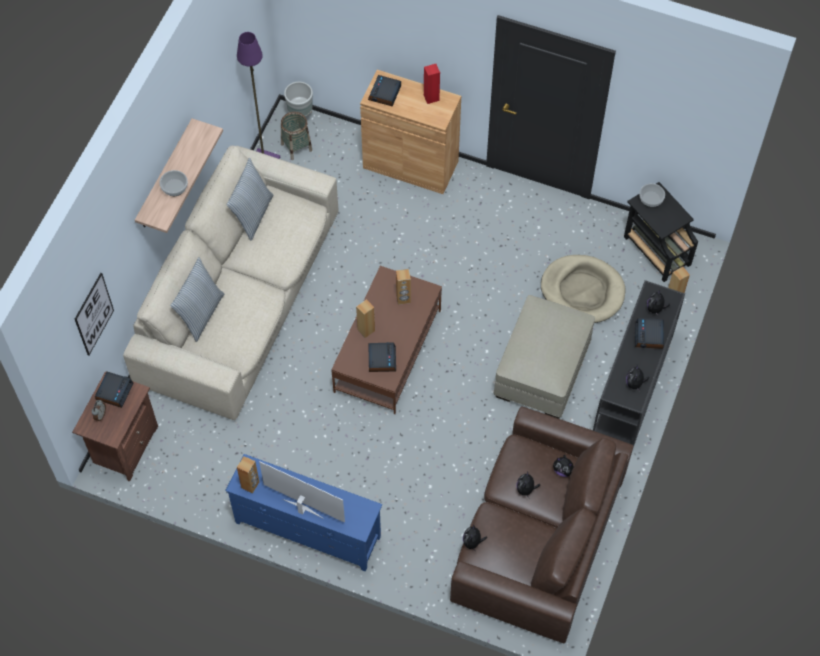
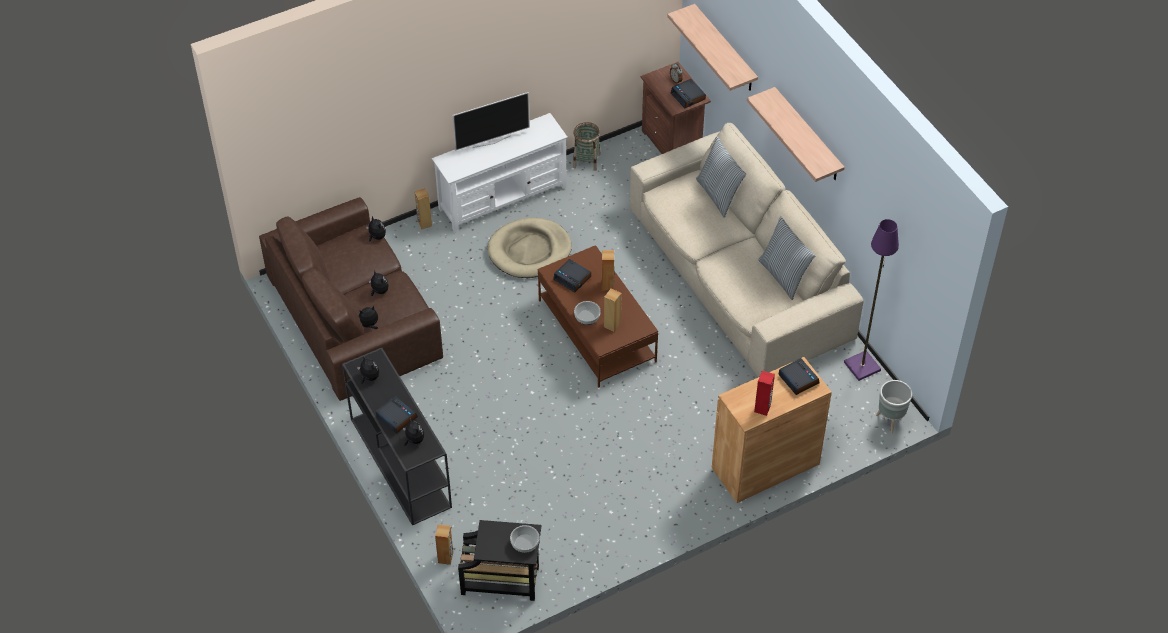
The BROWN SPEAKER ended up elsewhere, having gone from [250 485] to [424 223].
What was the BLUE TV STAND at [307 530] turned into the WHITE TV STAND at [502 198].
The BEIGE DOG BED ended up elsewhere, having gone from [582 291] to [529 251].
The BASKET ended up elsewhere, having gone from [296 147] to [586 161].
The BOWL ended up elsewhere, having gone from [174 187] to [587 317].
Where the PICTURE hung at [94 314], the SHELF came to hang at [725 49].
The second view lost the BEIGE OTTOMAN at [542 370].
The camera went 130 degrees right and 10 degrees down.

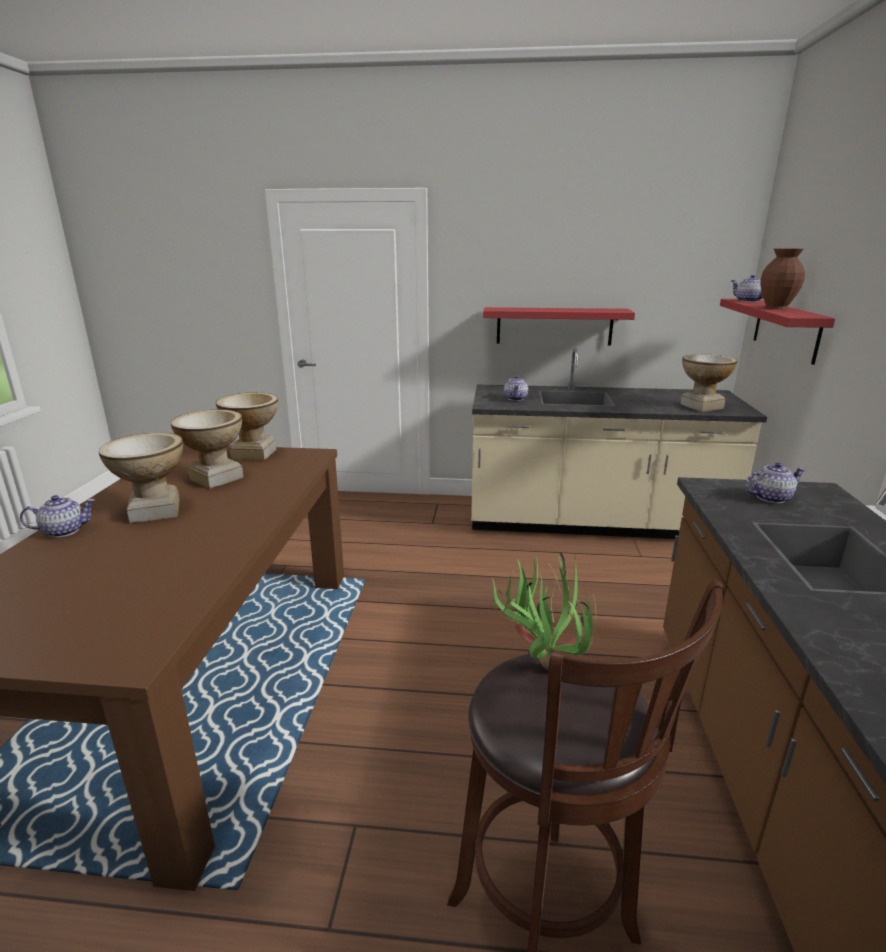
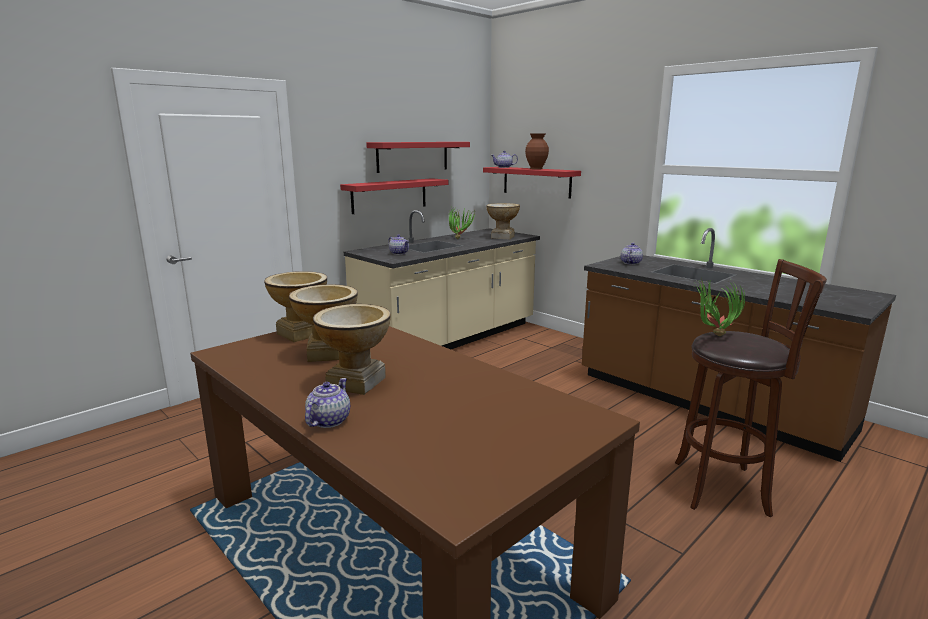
The second view gained the RED SHELF at [413 156].
The second view gained the POTTED PLANT at [460 238].
The camera went 50 degrees left and 5 degrees down.

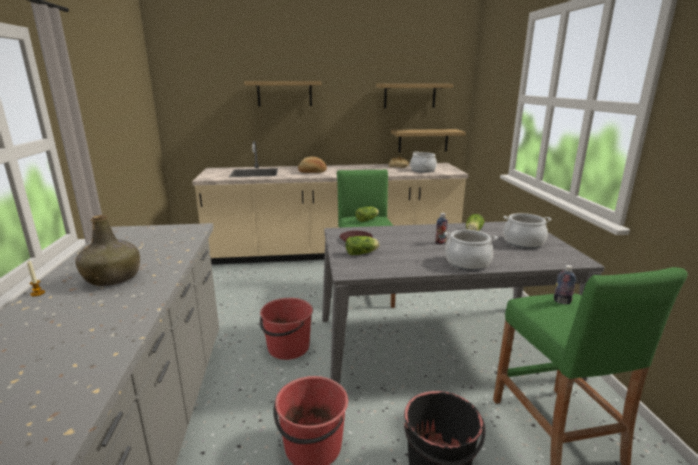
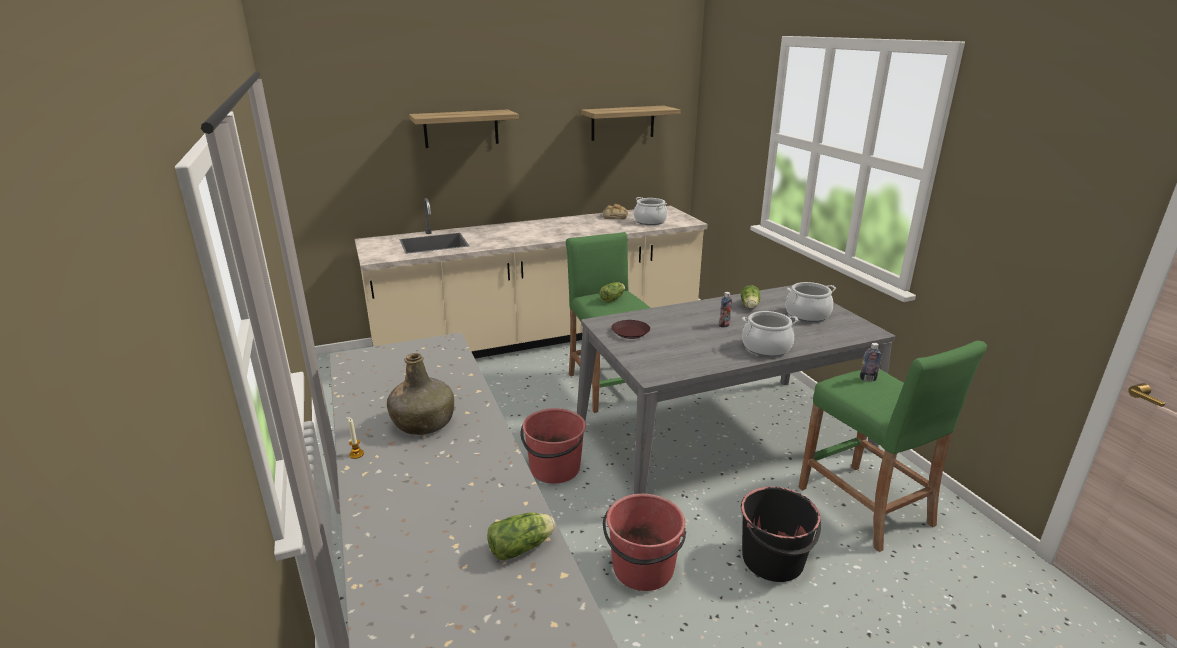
The LETTUCE ended up elsewhere, having gone from [362 253] to [523 547].
The second view lost the BREAD at [312 172].
The second view lost the SHELF at [423 140].
The camera went 15 degrees left and 5 degrees up.

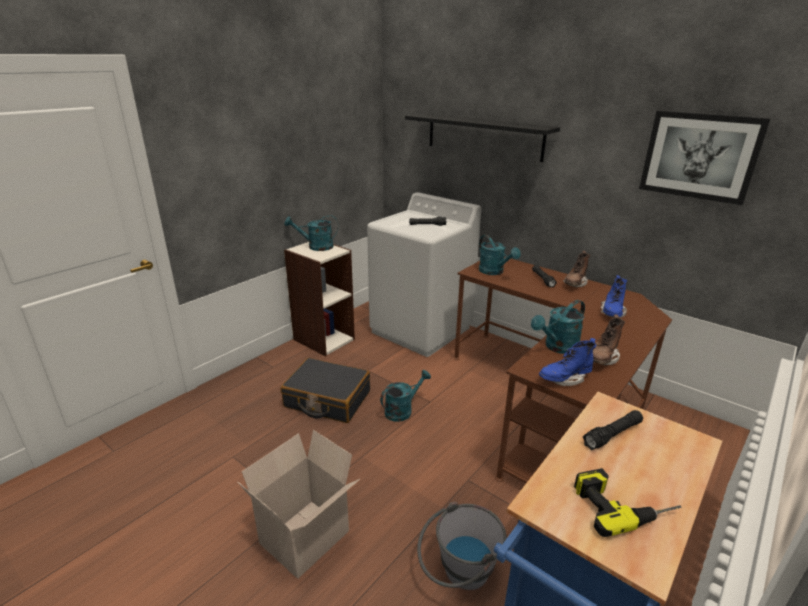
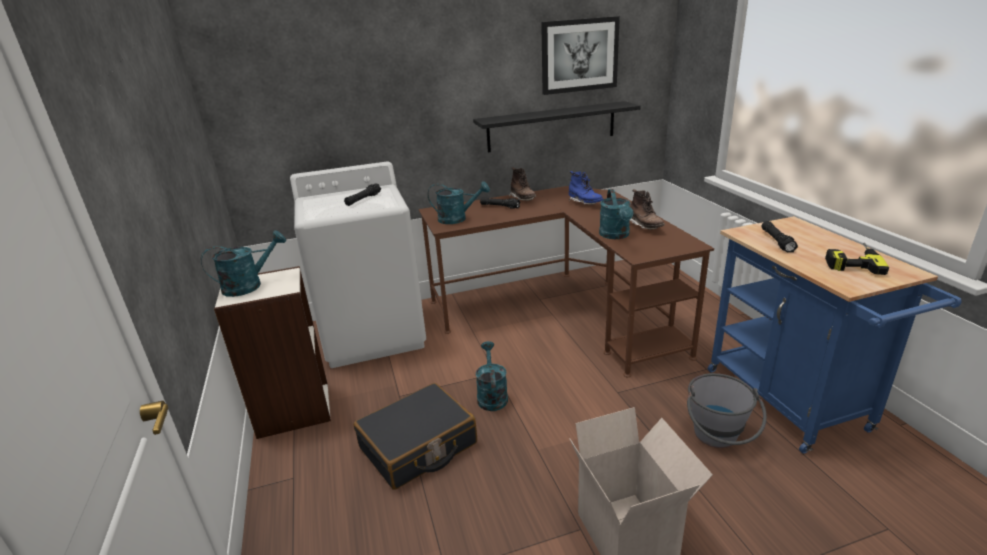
The TURQUOISE WATERING CAN at [316 247] ended up facing another way, 150 degrees counterclockwise from before.
The BLACK SHELF ended up elsewhere, having gone from [483 136] to [551 126].
The second view lost the BLUE BOOT at [564 379].
The camera went 55 degrees left and 0 degrees up.

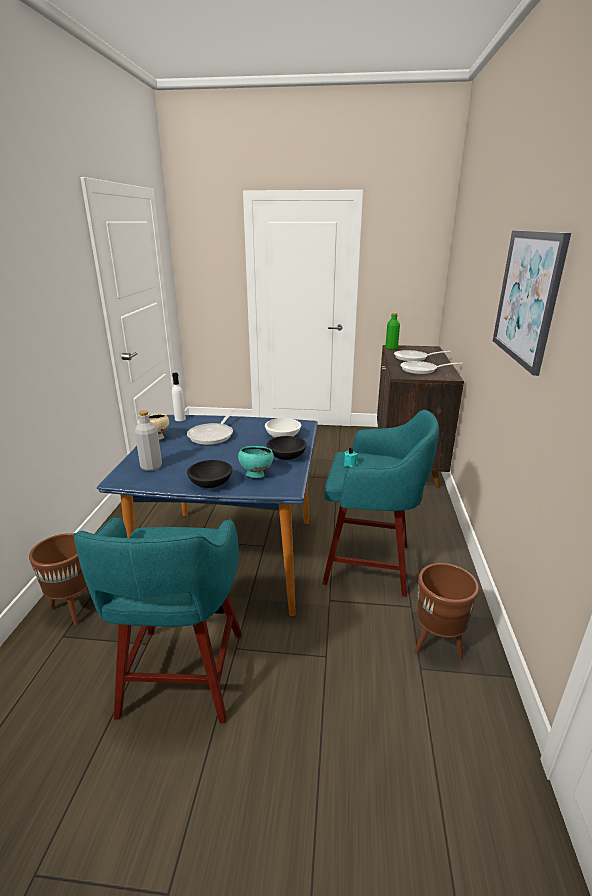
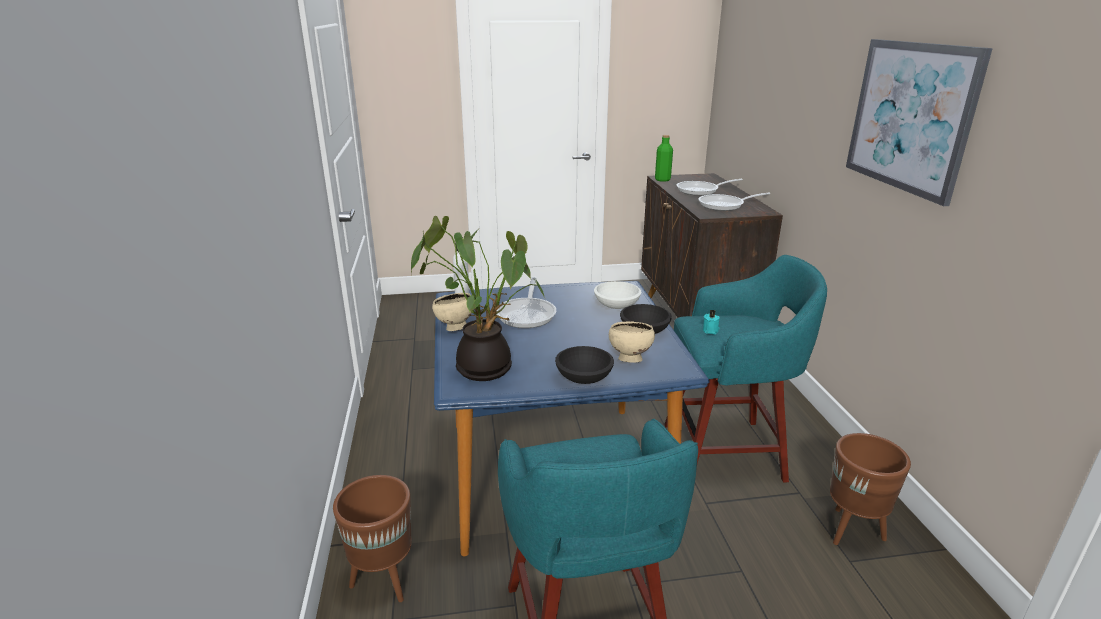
Where the GREY BOTTLE stood at [151 466], the POTTED PLANT came to stand at [485 366].
What was the TURQUOISE BOWL at [255 475] turned into the BEIGE BOWL at [629 359].
The camera went 15 degrees left and 0 degrees up.

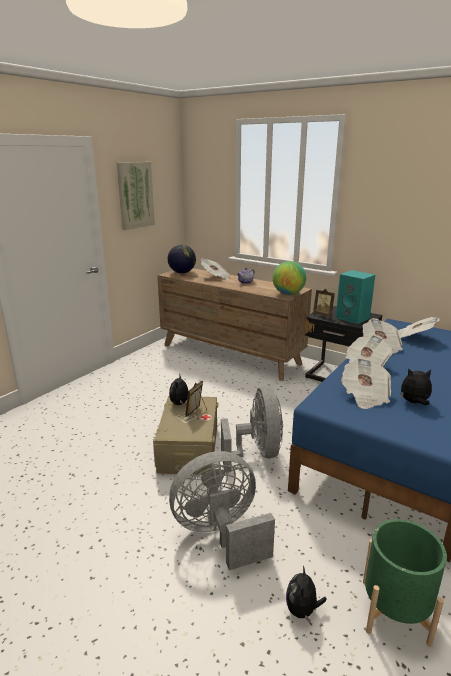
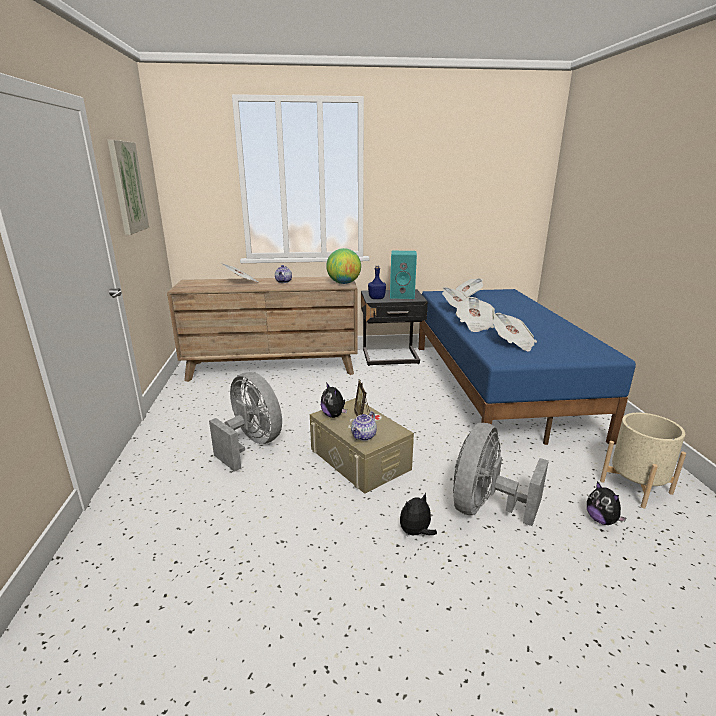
The GREY FAN ended up elsewhere, having gone from [257 453] to [251 444].
The second view gained the TEAPOT at [364 436].
Where the PICTURE FRAME stood at [323 315], the BLUE BOTTLE came to stand at [377 298].
The PLUSH TOY ended up elsewhere, having gone from [414 402] to [416 533].
What was the GREEN PLANTER at [395 611] turned into the BEIGE PLANTER at [635 487].
The second view lost the GLOBE at [182 273].
The camera went 40 degrees left and 0 degrees up.

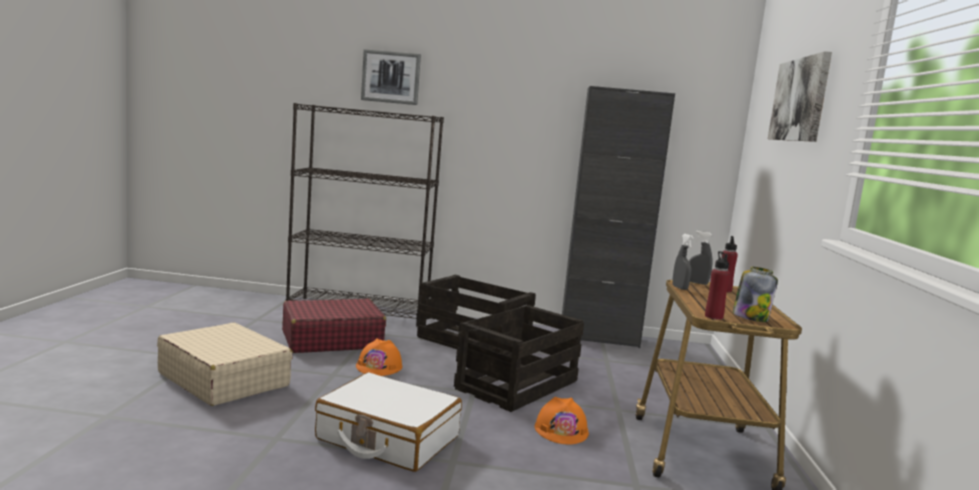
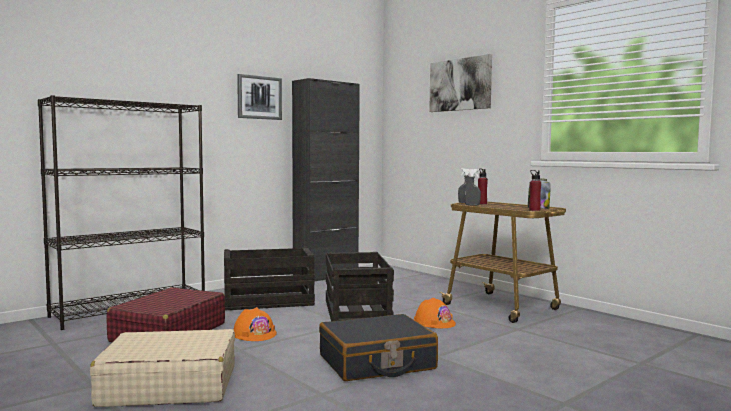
The PICTURE ended up elsewhere, having gone from [391 77] to [259 97].
What was the WHITE SUITCASE at [387 438] turned into the BLACK SUITCASE at [377 363].
The camera went 45 degrees left and 5 degrees down.

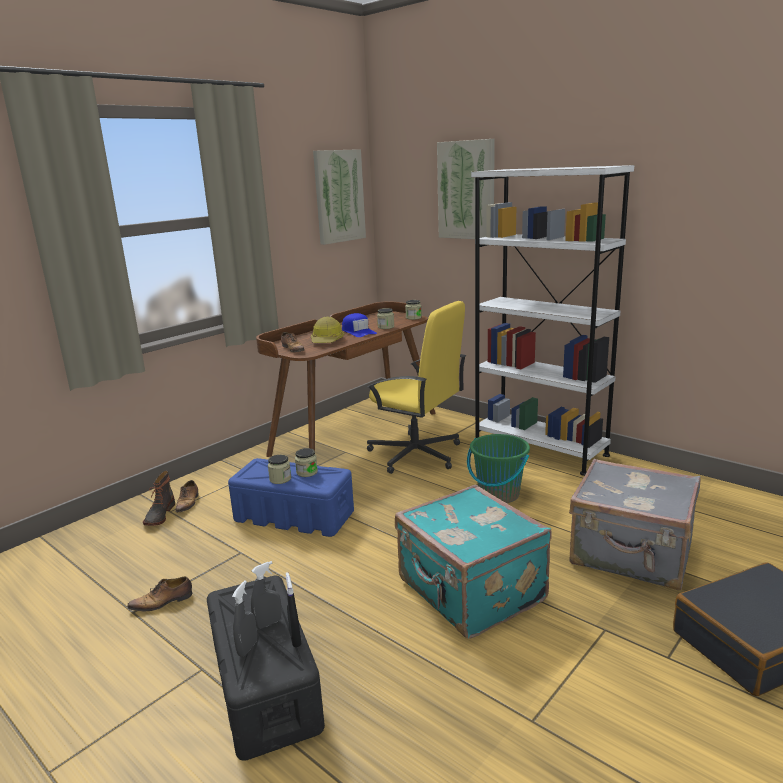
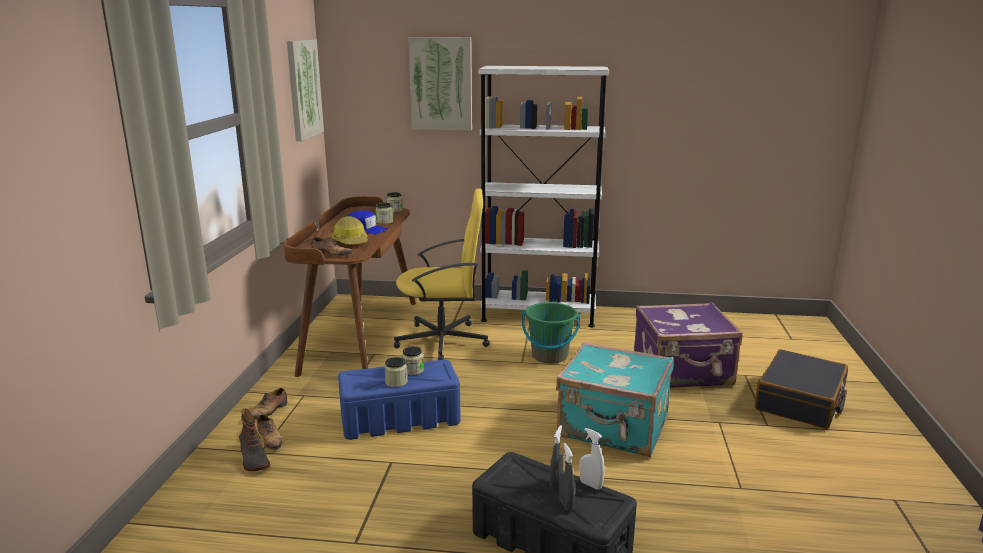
The SHOE ended up elsewhere, having gone from [163 602] to [268 411].
What was the BLACK SPRAY BOTTLE at [295 639] turned into the WHITE SPRAY BOTTLE at [590 485].
What was the GREY SUITCASE at [631 555] turned into the PURPLE SUITCASE at [683 372].
The camera went 35 degrees left and 0 degrees up.

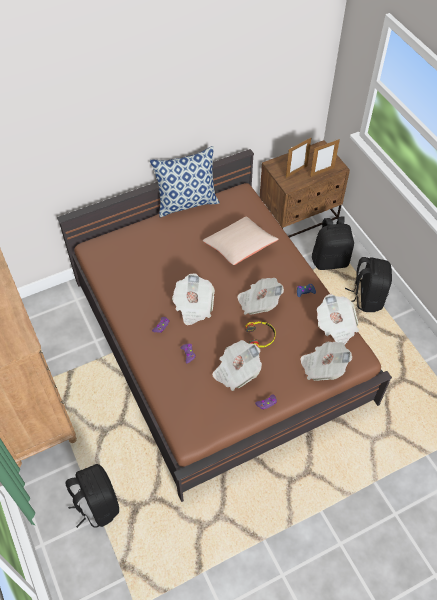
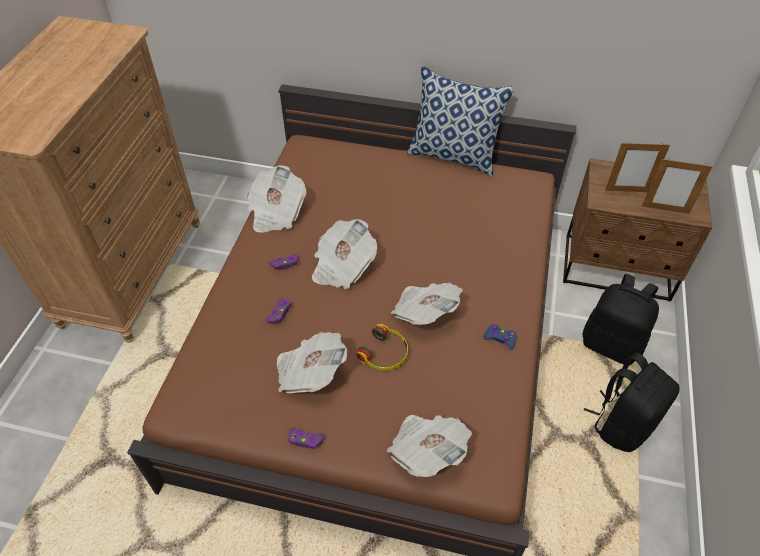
The NEWSPAPER ended up elsewhere, having gone from [336 326] to [276 212].
The second view lost the BLACK BACKPACK at [97 505].
The second view lost the BEIGE PILLOW at [239 247].
The camera went 40 degrees right and 5 degrees down.

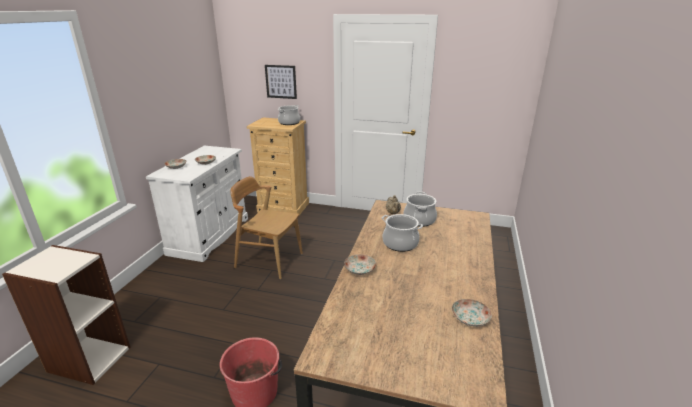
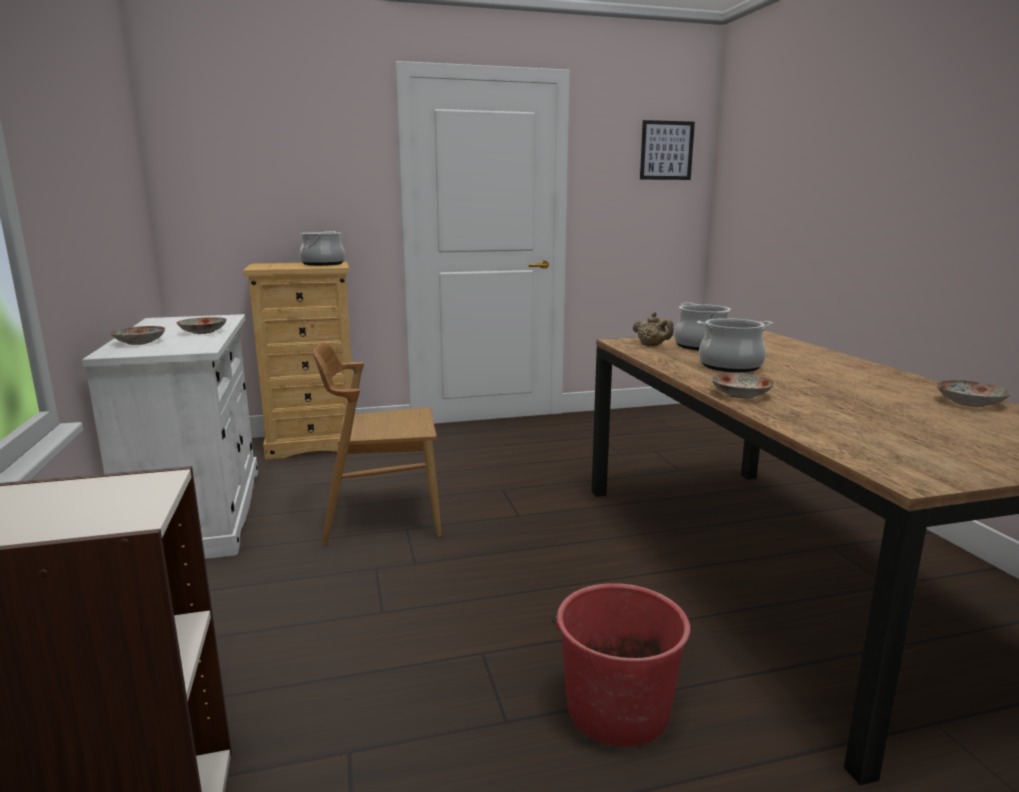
The PICTURE ended up elsewhere, having gone from [281 81] to [666 150].
The camera went 30 degrees left and 10 degrees down.

